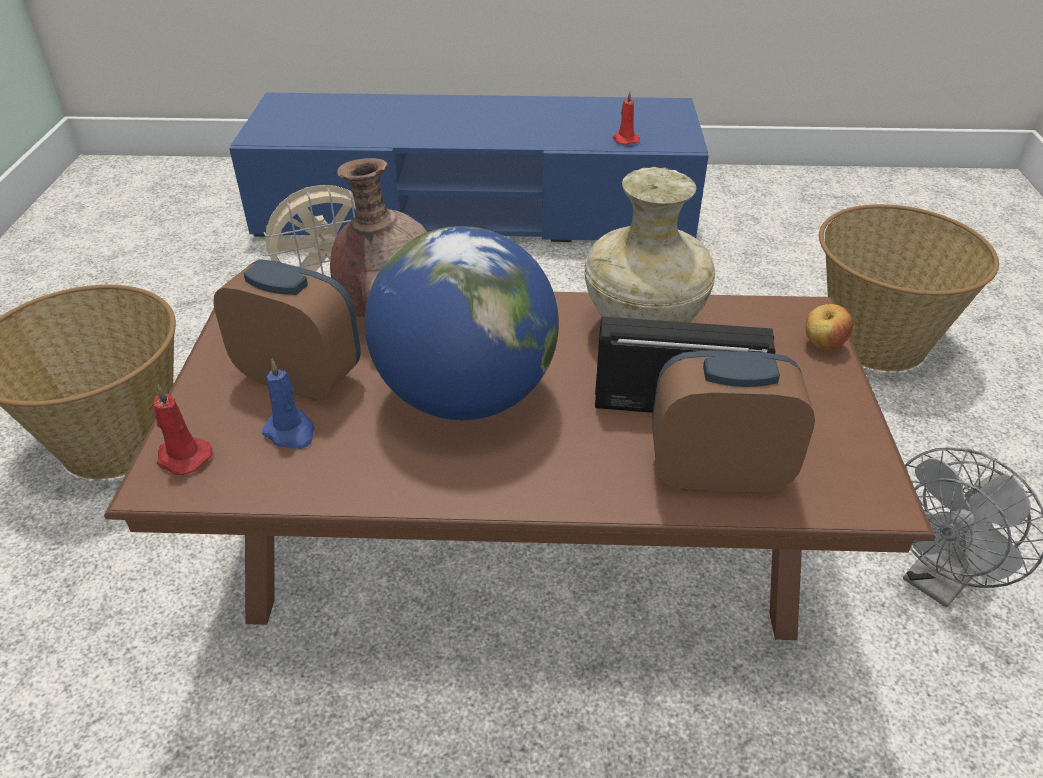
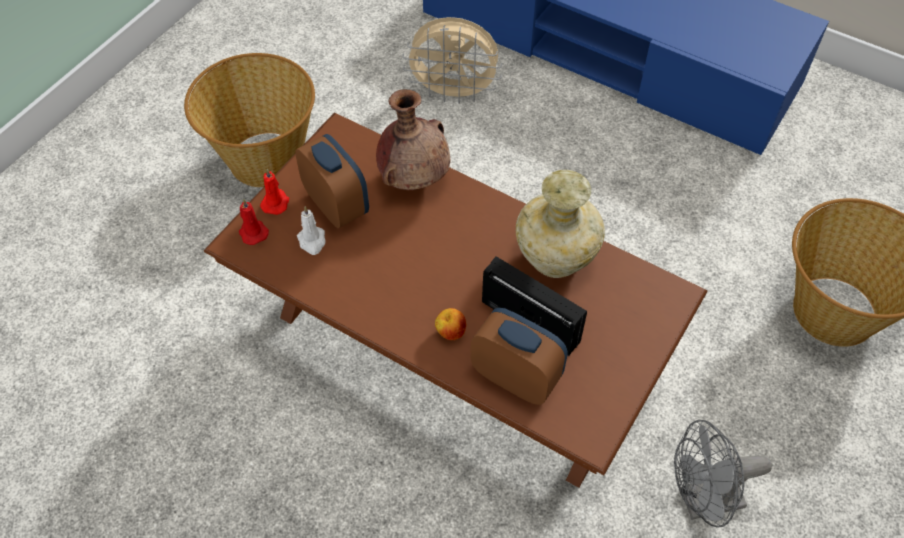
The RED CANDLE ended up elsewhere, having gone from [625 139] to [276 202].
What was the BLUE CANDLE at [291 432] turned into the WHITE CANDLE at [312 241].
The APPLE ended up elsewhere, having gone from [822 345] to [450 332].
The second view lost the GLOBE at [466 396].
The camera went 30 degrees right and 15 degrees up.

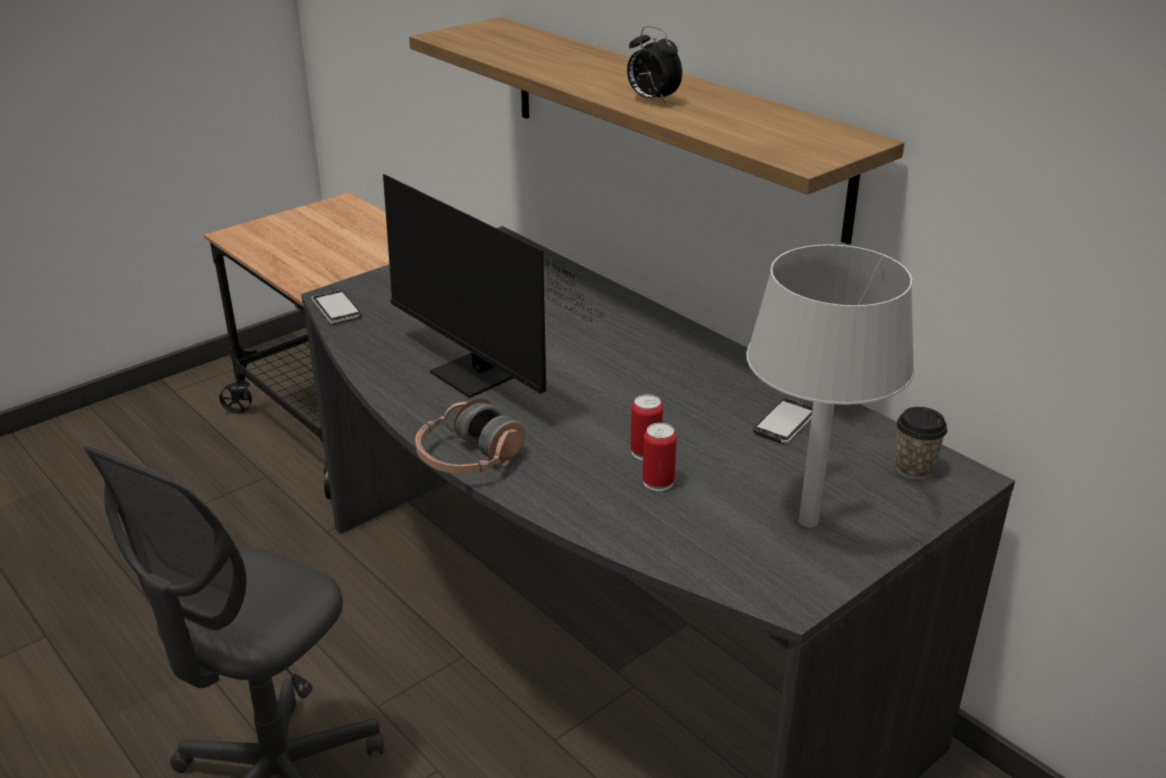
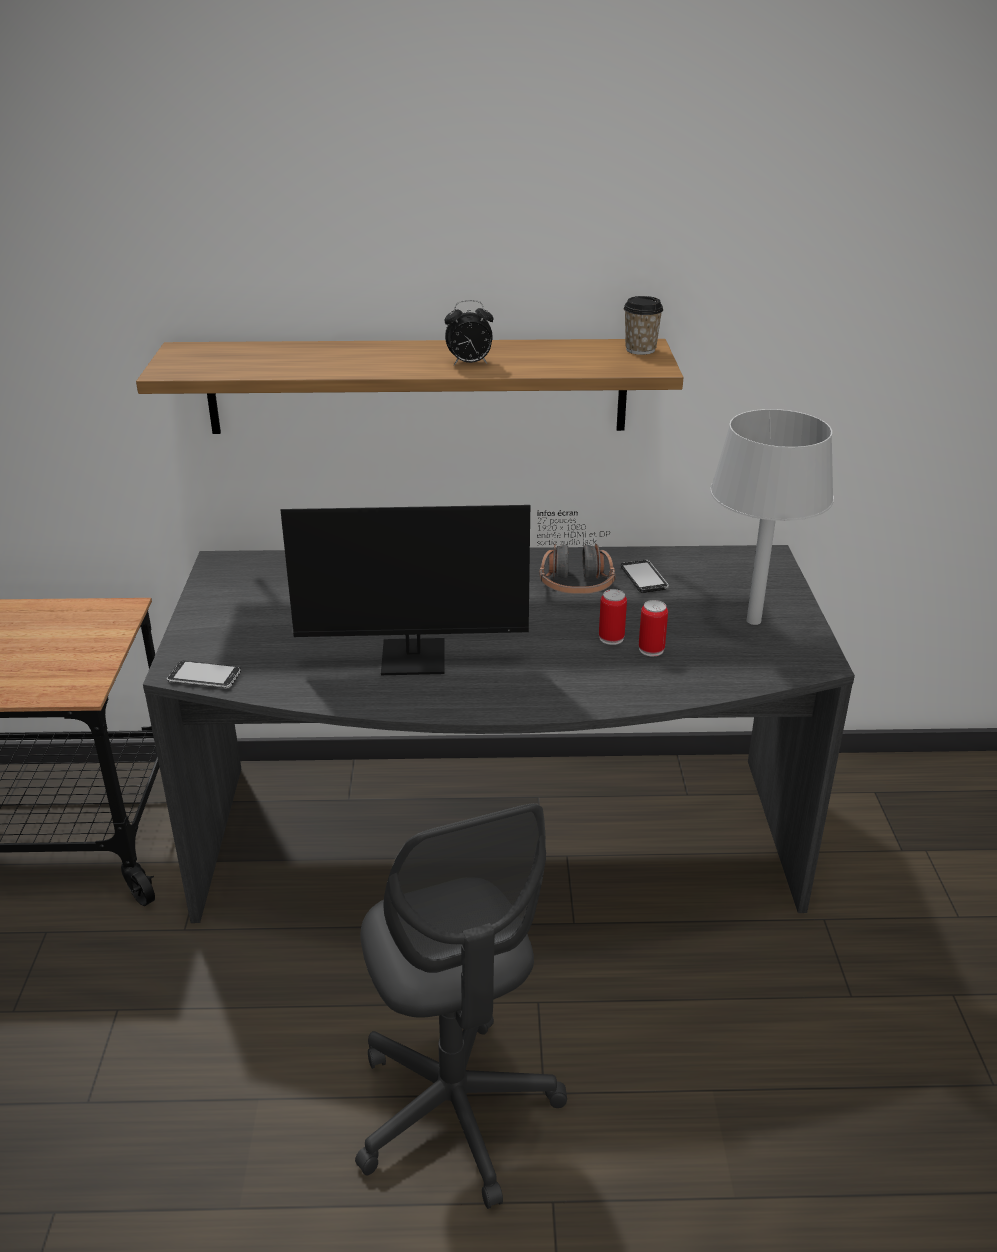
The HEADPHONES ended up elsewhere, having gone from [469 458] to [576 586].
The CUP ended up elsewhere, having gone from [913 469] to [640 350].
The camera went 50 degrees left and 0 degrees up.

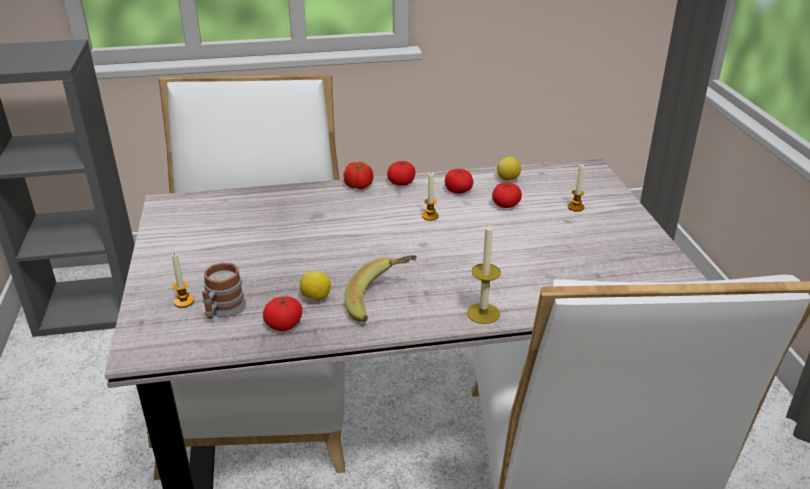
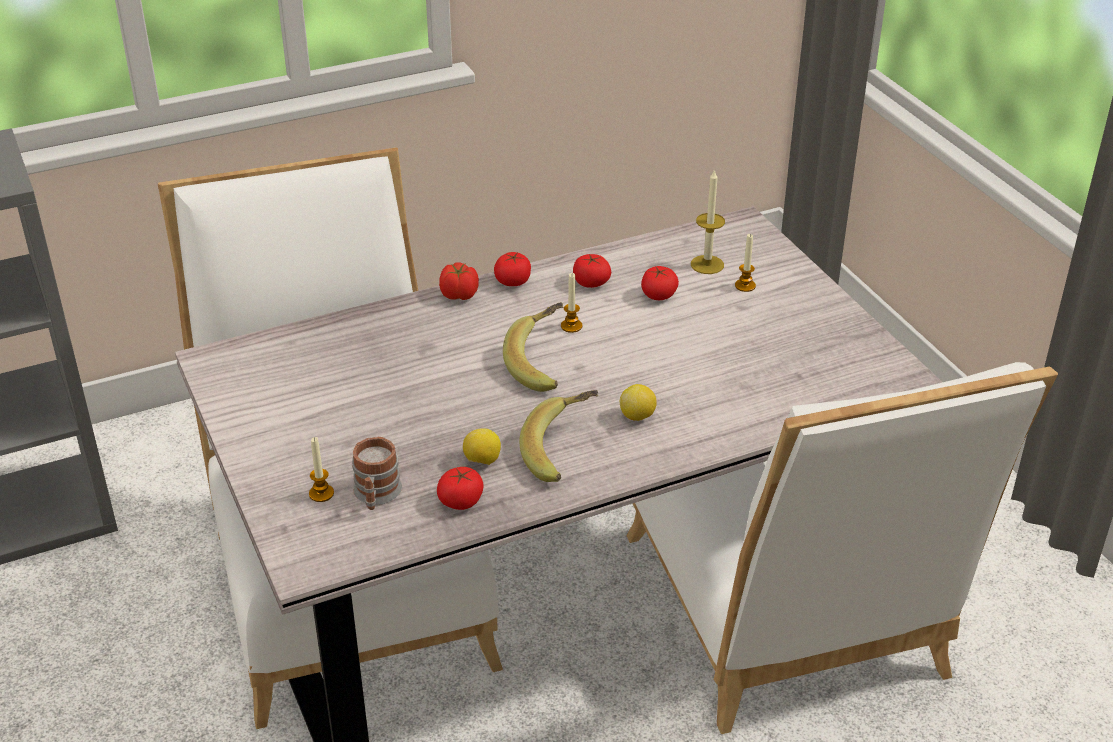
The second view gained the BANANA at [544 364].
The LEMON ended up elsewhere, having gone from [508 179] to [637 416].
The CANDLE ended up elsewhere, having gone from [483 313] to [707 264].
The camera went 15 degrees left and 5 degrees up.

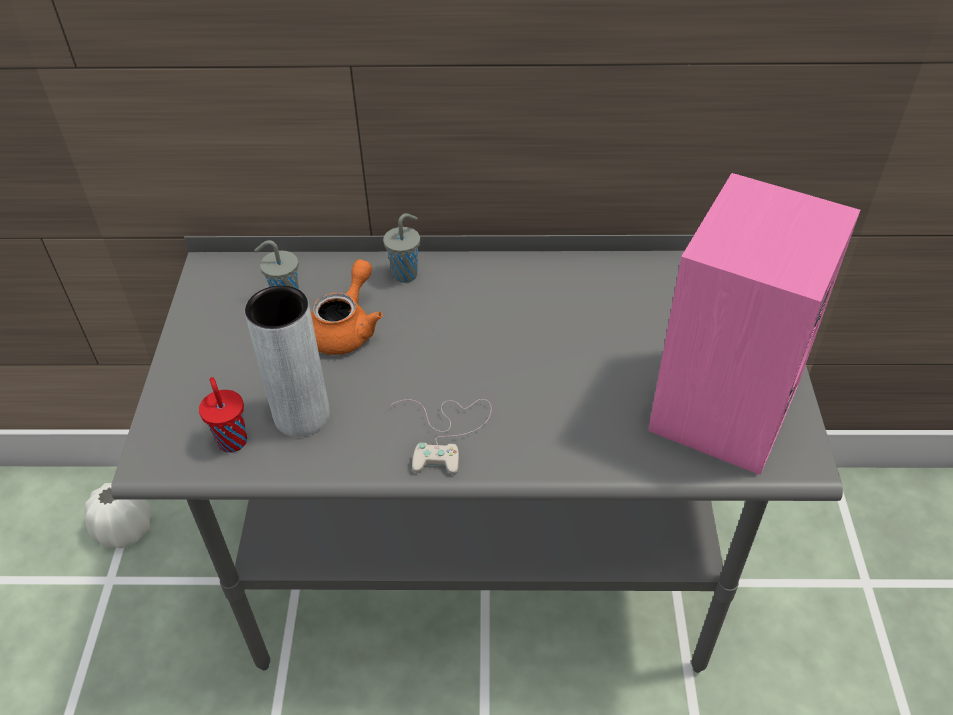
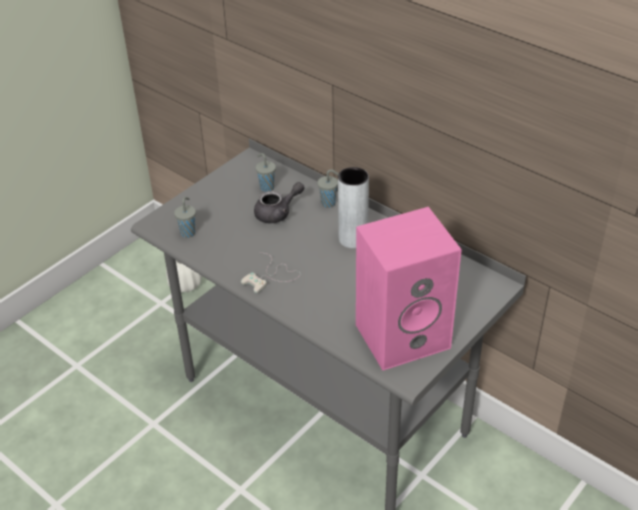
What was the RED CUP at [232 440] turned into the GREY CUP at [188 232].
What was the ORANGE TEAPOT at [347 328] turned into the GREY TEAPOT at [278 213].
The GREY VASE ended up elsewhere, having gone from [302 415] to [353 239].
The camera went 40 degrees right and 5 degrees down.

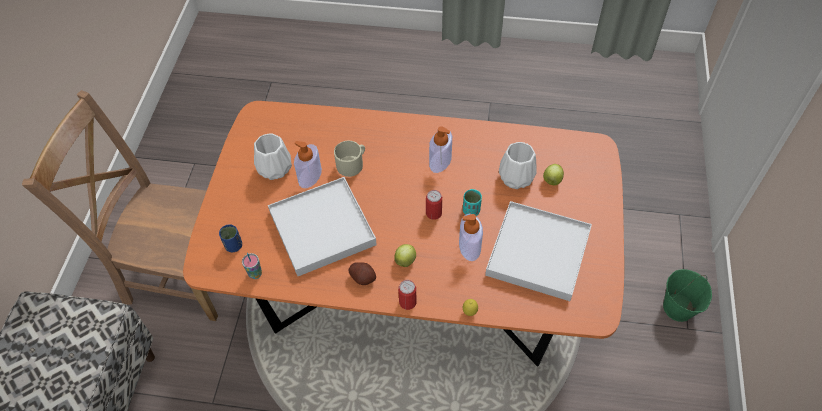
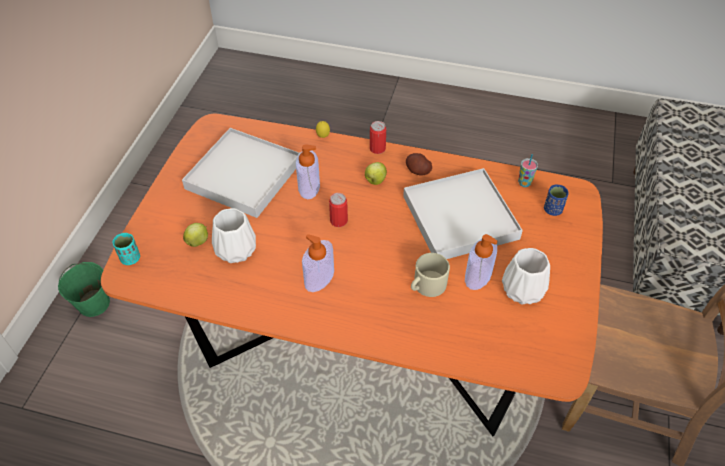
The TURQUOISE CUP ended up elsewhere, having gone from [471 211] to [130 258].
The camera went 175 degrees left and 5 degrees down.

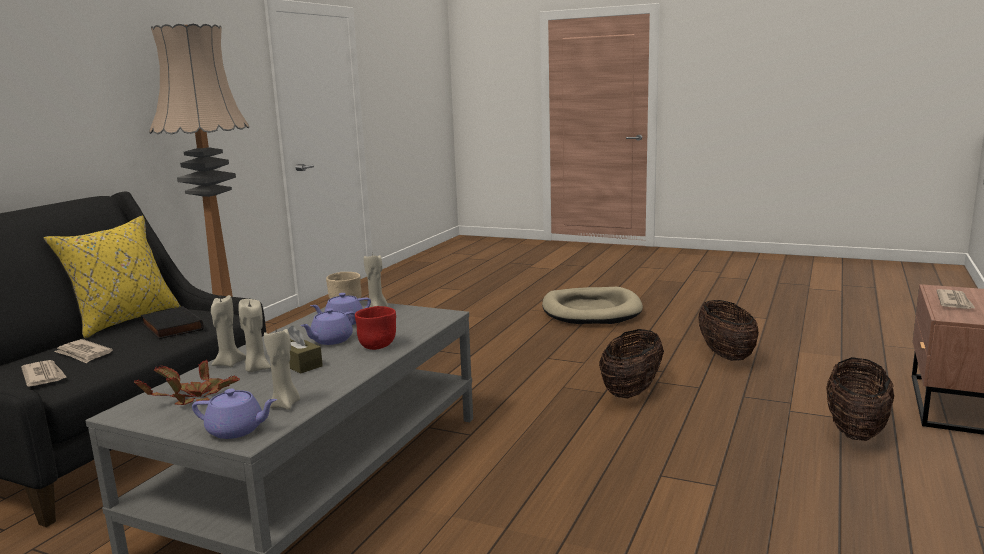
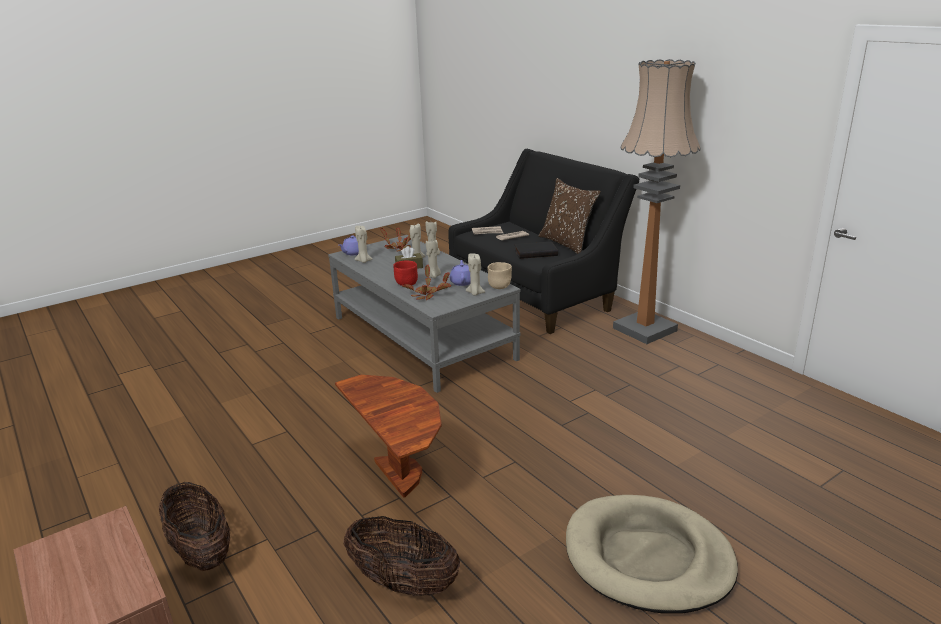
Where the BASKET stood at [631 391], the BROWN SIDE TABLE came to stand at [399 475].
The second view gained the POTTED PLANT at [427 294].
Where the PURPLE TEAPOT stood at [331 340], the BEIGE CANDLE came to stand at [434 276].
What was the YELLOW PILLOW at [123 320] turned into the BROWN PILLOW at [567 243].
The second view lost the NEWSPAPER at [954 302].
The camera went 120 degrees right and 10 degrees up.

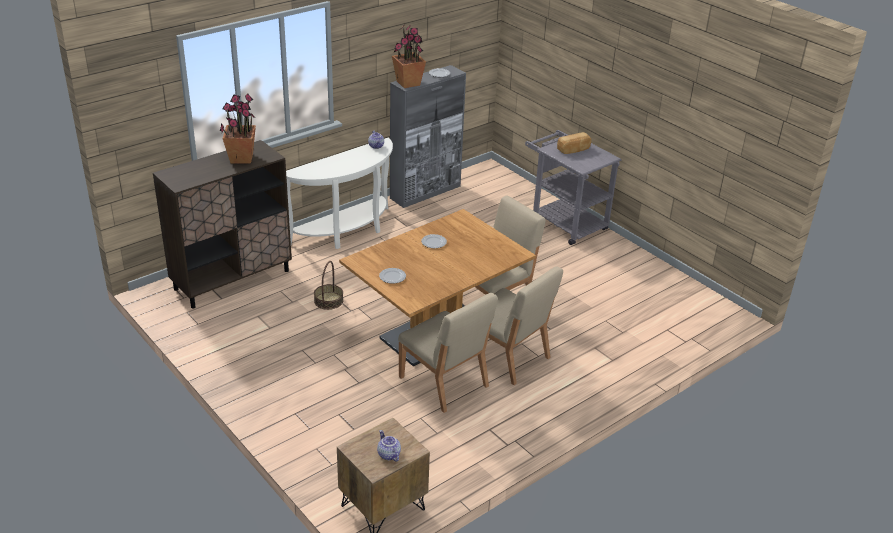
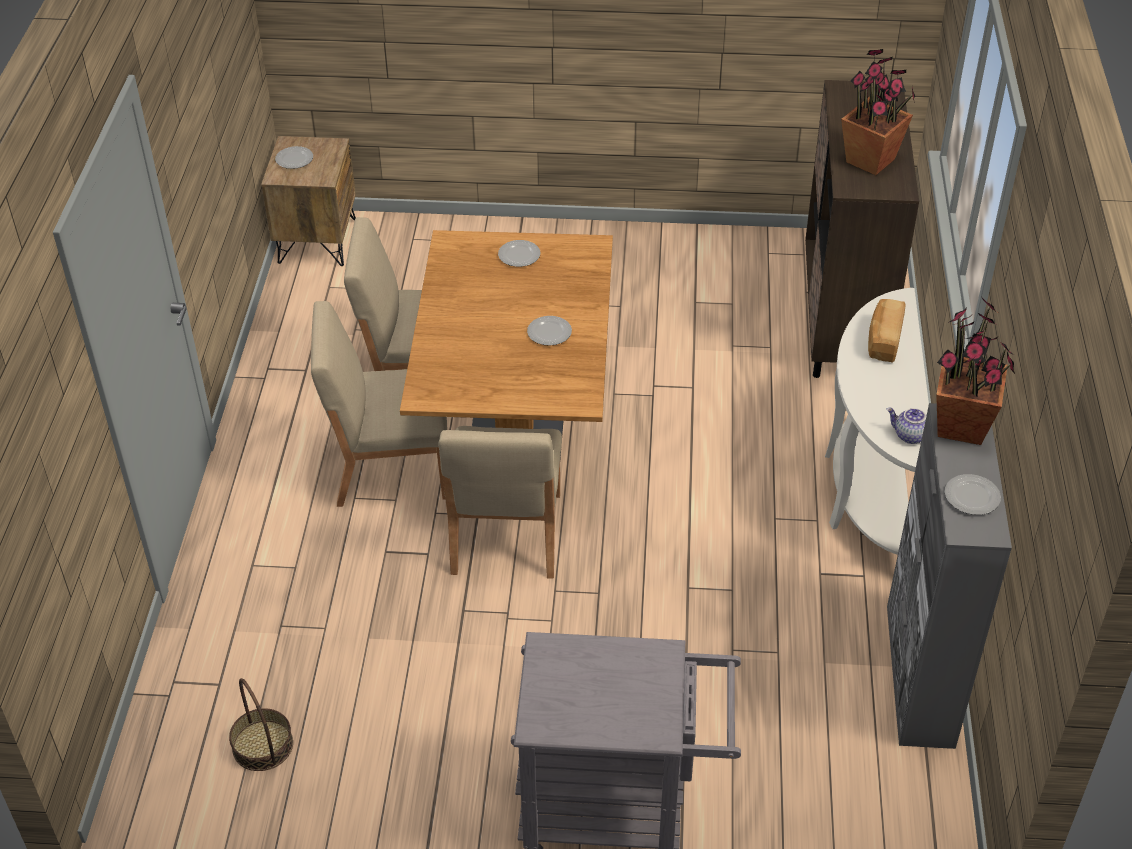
The BASKET ended up elsewhere, having gone from [328 300] to [263 745].
Where the TEAPOT stood at [388 454], the PLATE came to stand at [294 159].
The BREAD ended up elsewhere, having gone from [574 150] to [883 341].
The camera went 135 degrees right and 10 degrees up.

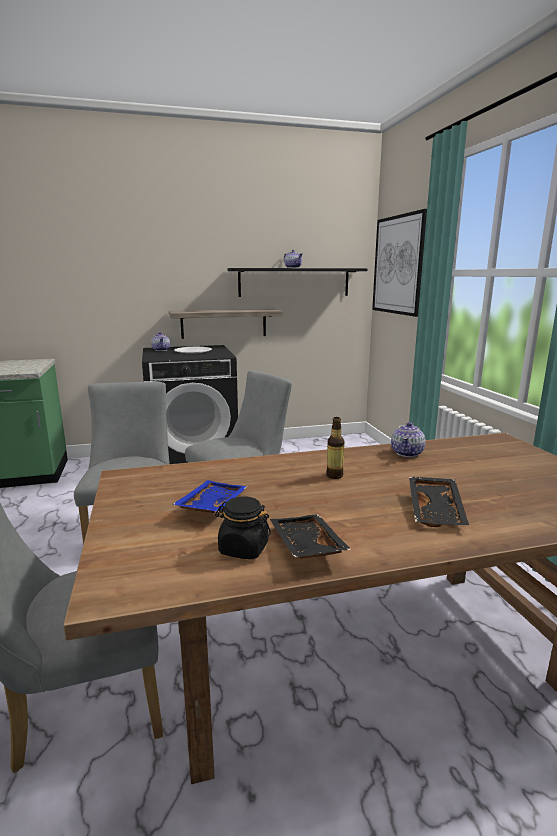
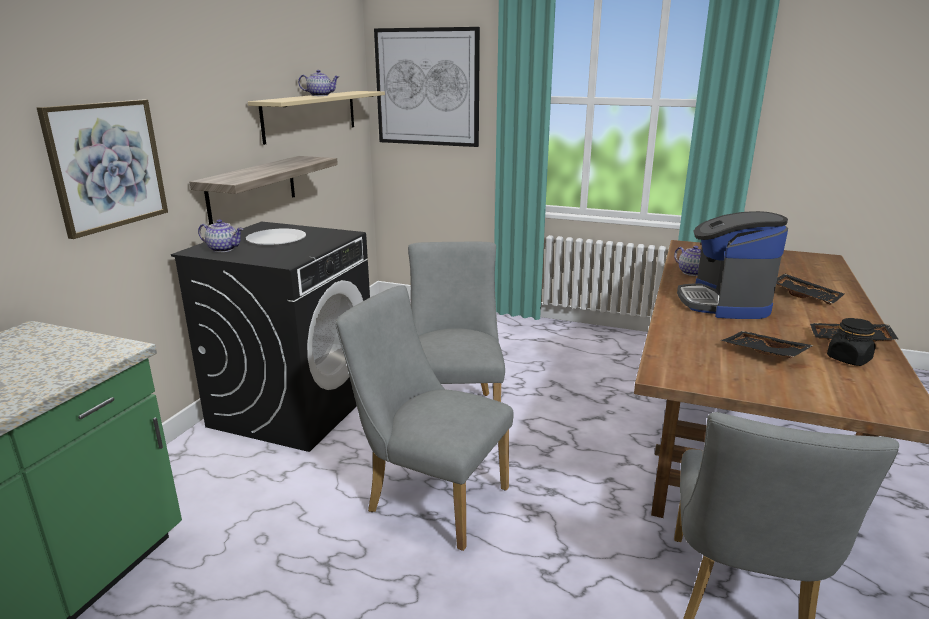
The second view gained the PICTURE at [107 165].
What was the BLACK SHELF at [294 282] turned into the BEIGE SHELF at [311 115].
Where the BOTTLE stood at [334 475], the COFFEE MACHINE came to stand at [724 303].
What was the BLUE TRAY at [211 505] turned into the BLACK TRAY at [763 353].
The camera went 55 degrees left and 5 degrees up.

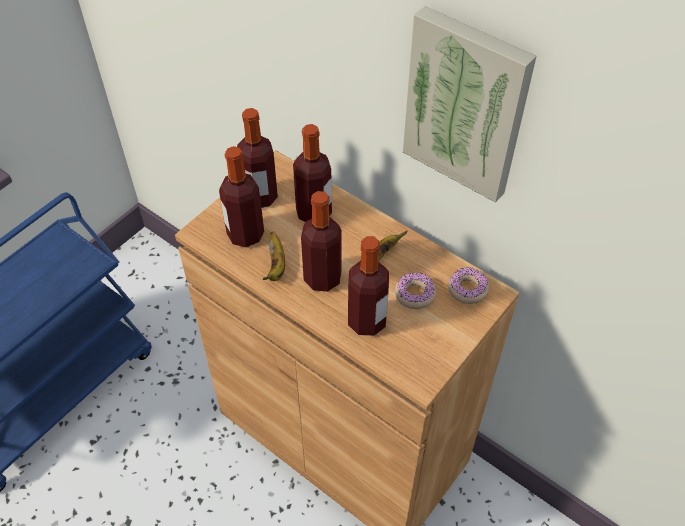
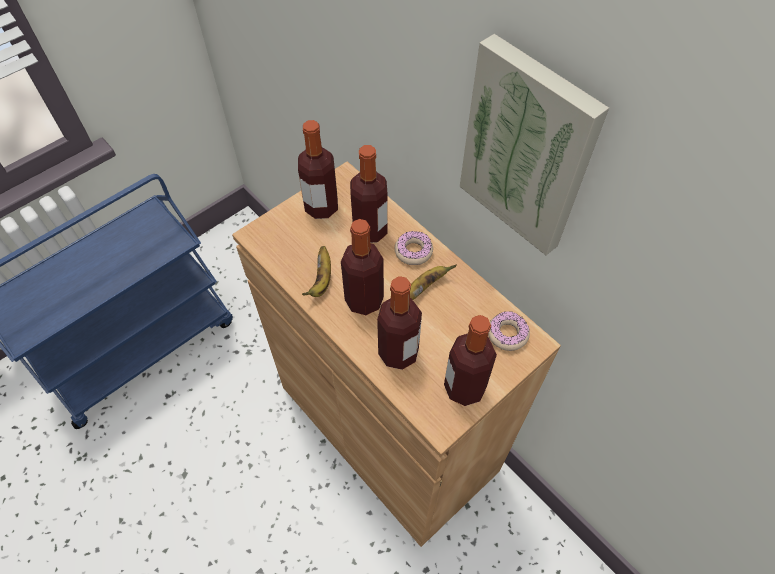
The DONUT ended up elsewhere, having gone from [414 294] to [413 251].
The BOTTLE ended up elsewhere, having gone from [245 235] to [464 387].
The camera went 10 degrees right and 5 degrees up.

